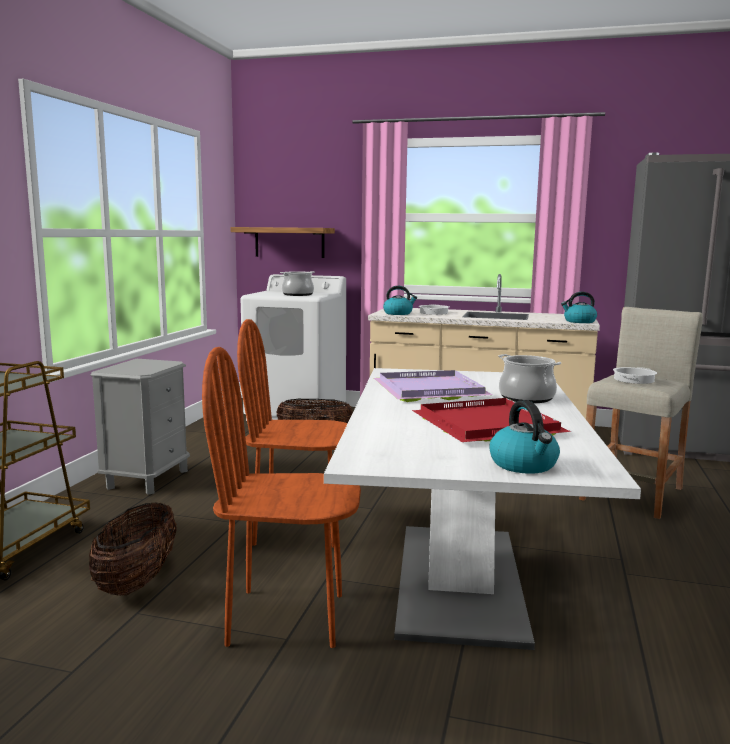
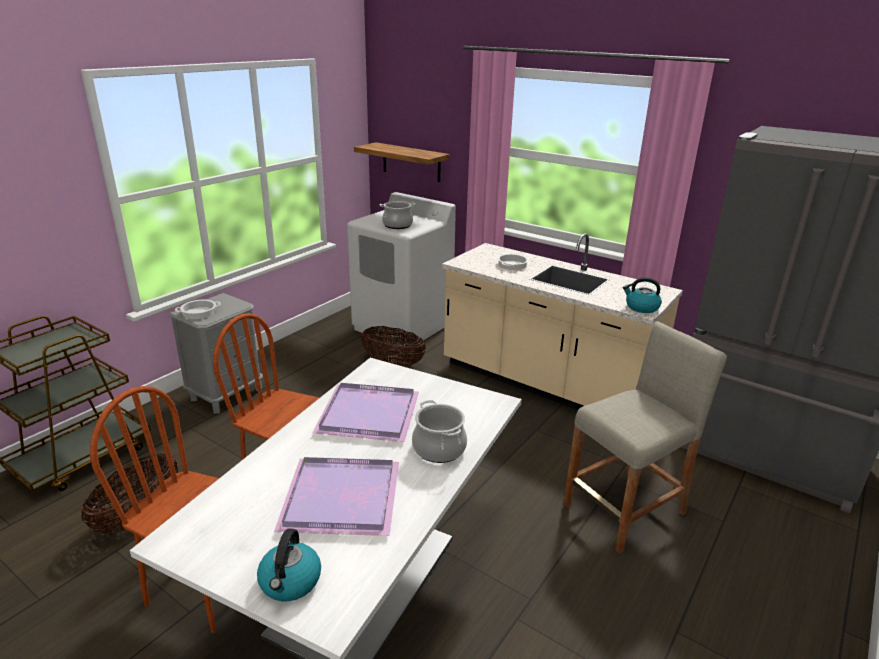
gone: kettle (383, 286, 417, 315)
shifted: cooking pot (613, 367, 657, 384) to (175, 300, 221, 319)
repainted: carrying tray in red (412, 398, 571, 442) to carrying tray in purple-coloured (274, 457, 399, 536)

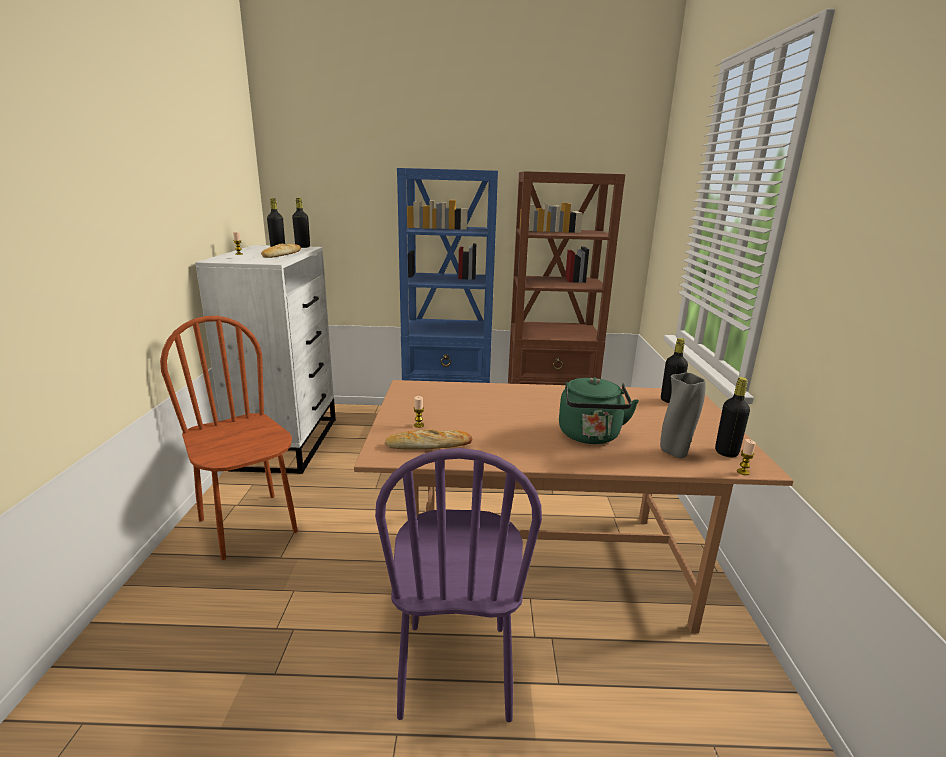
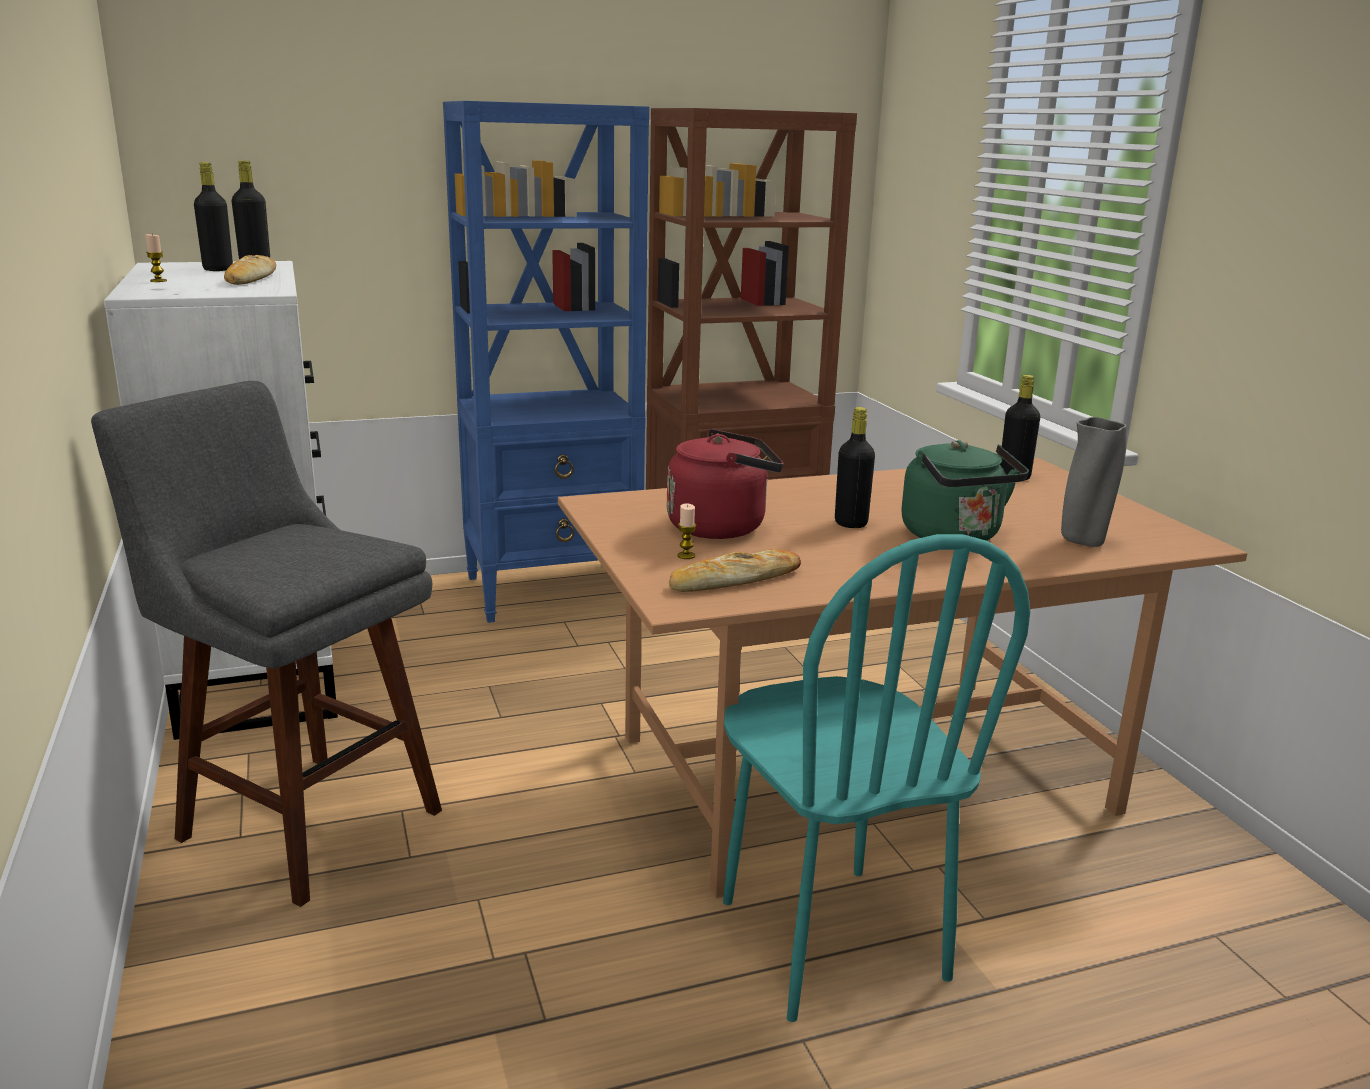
gone: candle (737, 439, 756, 475)
new: kettle in red (667, 429, 784, 539)
shifted: drink bottle in black (715, 377, 750, 457) to (835, 407, 875, 528)
swapped: plain chair in brown (160, 316, 298, 560) to stool in grey (91, 381, 442, 907)
repainted: plain chair in purple-coloured (375, 448, 542, 722) to plain chair in turquoise-coloured (723, 534, 1030, 1022)

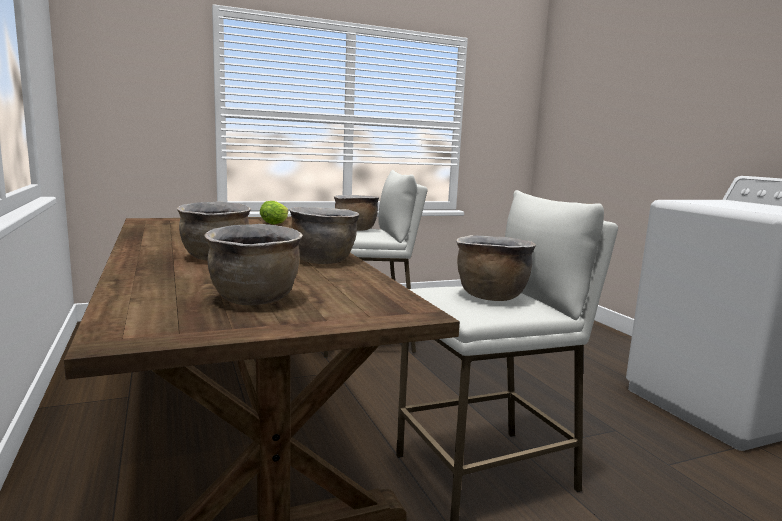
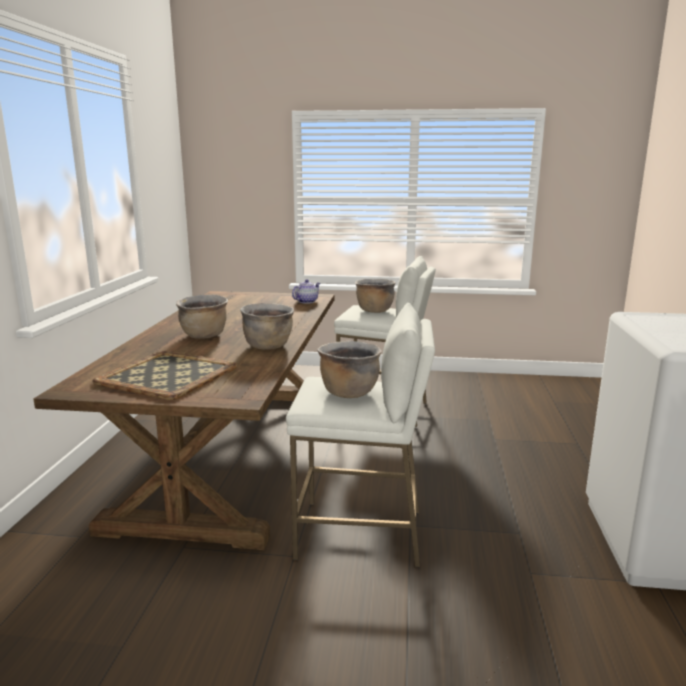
swapped: cooking pot in brown (205, 224, 303, 305) to carrying tray (92, 351, 237, 400); lettuce head (260, 201, 288, 225) to pot for tea (292, 280, 320, 304)

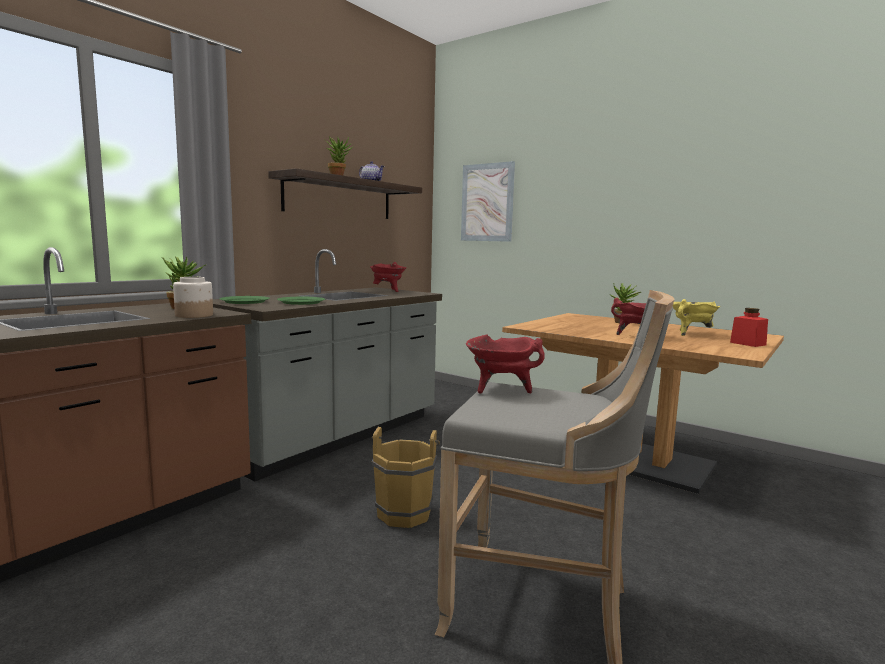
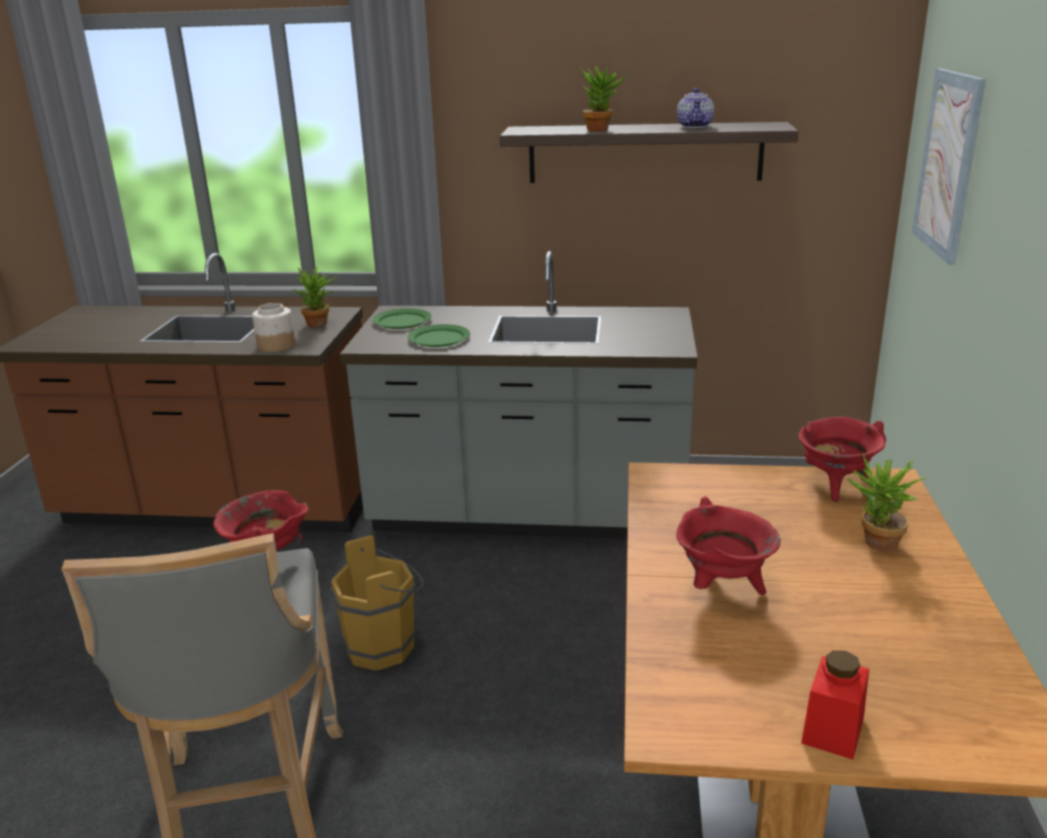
gone: cooking pot in yellow (673, 299, 720, 336)
shifted: cooking pot in red (370, 262, 406, 292) to (799, 417, 886, 502)

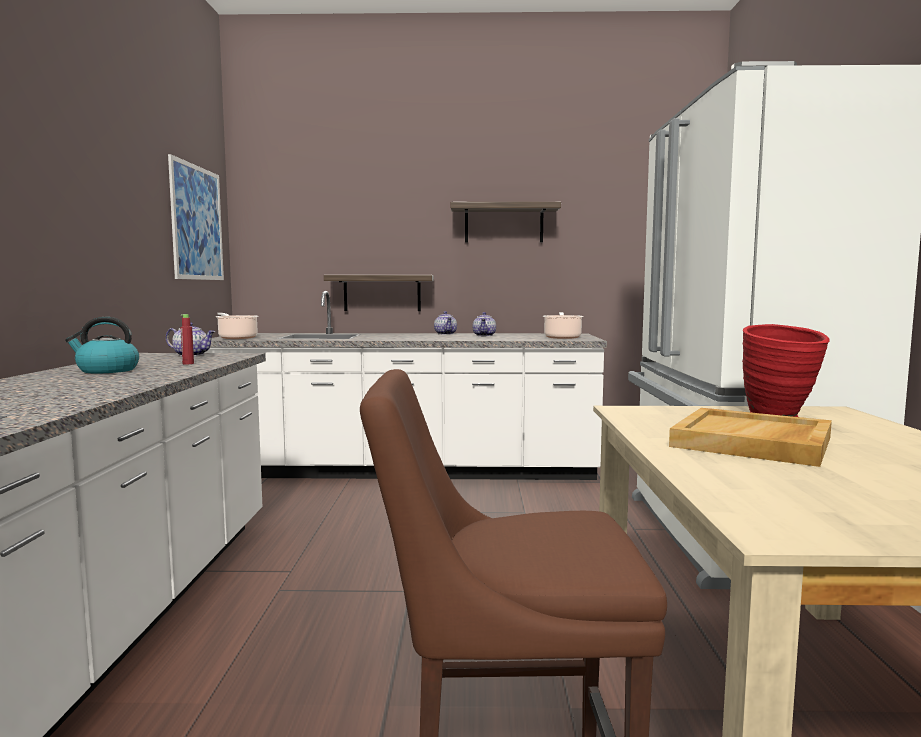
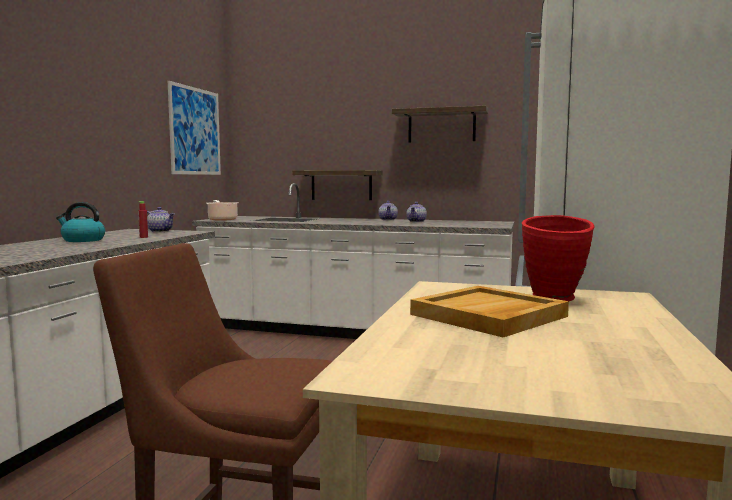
gone: cooking pot (543, 312, 584, 339)

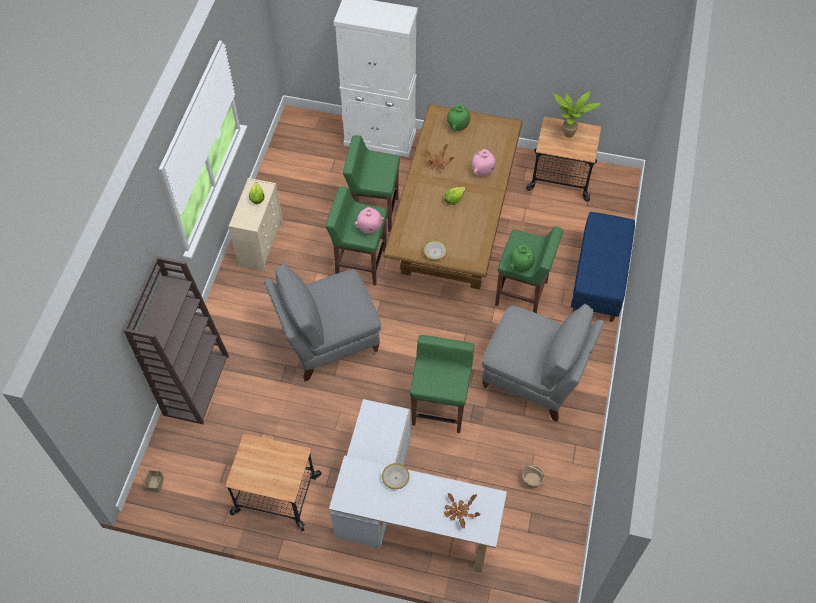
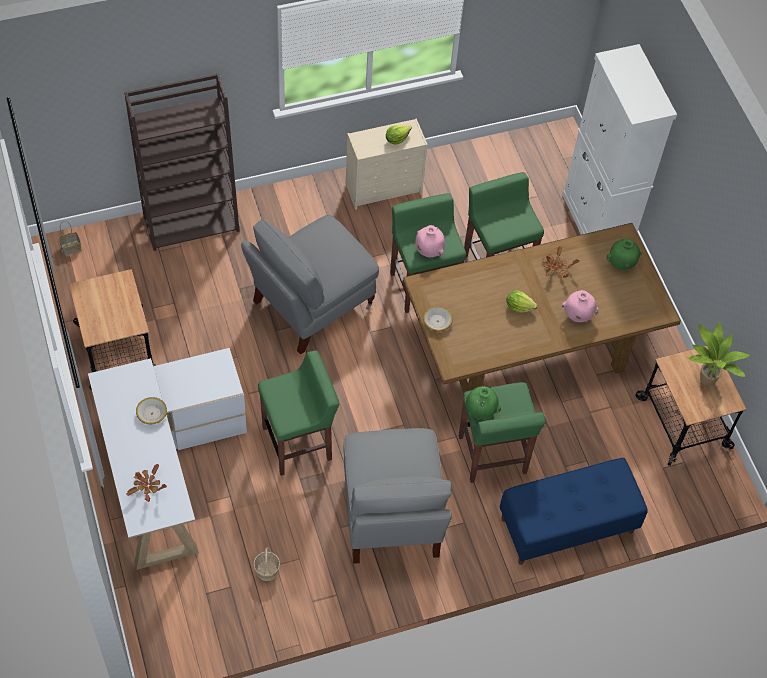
rotated: plain chair in grey (264, 263, 381, 381) = (241, 215, 379, 355) 75 degrees counterclockwise

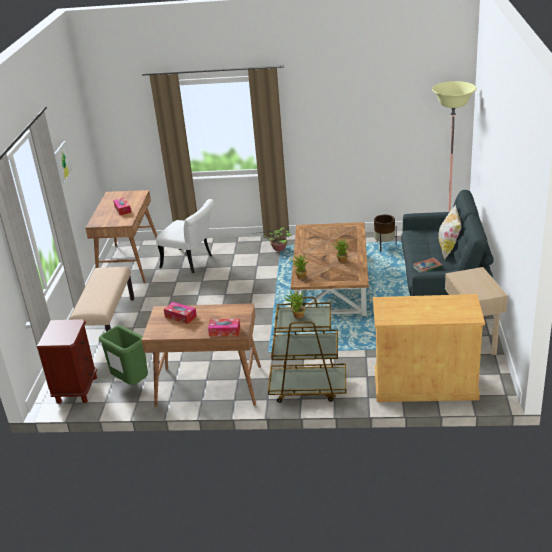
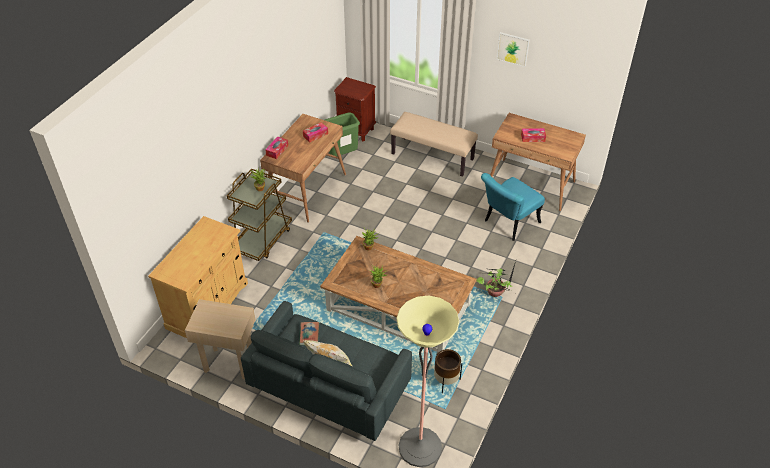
repainted: plain chair in white (156, 199, 214, 273) to plain chair in turquoise-coloured (481, 173, 545, 241)

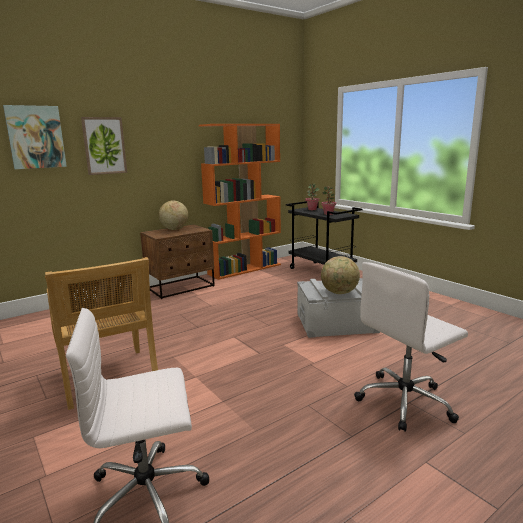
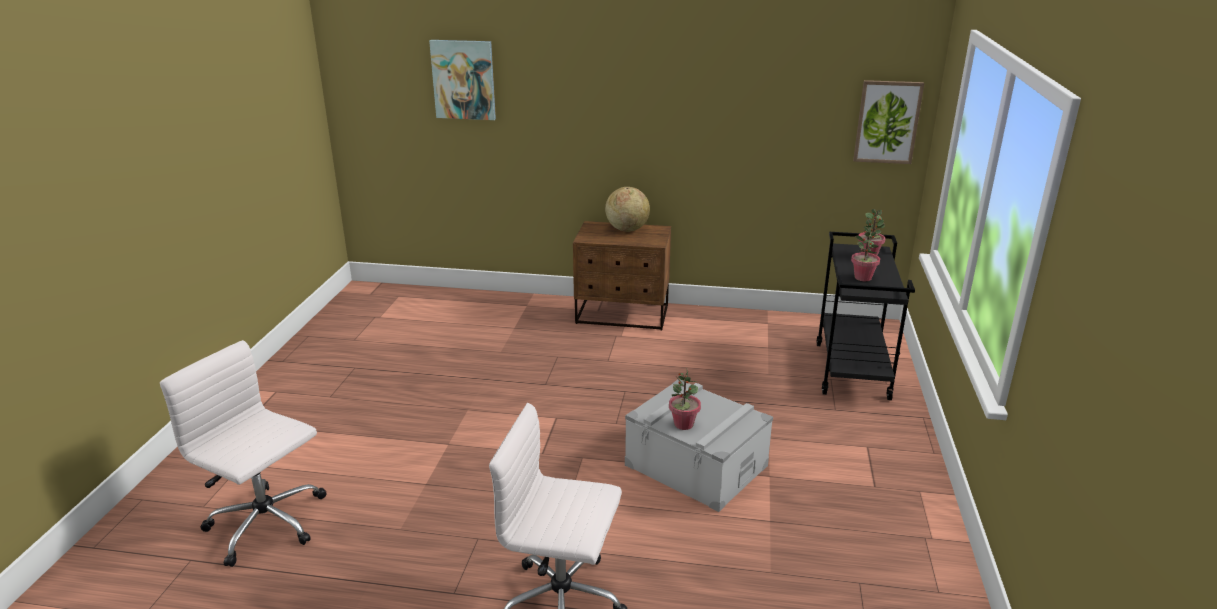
gone: plain chair in beige (45, 257, 158, 410); bookshelf in orange (199, 124, 281, 280)
shifted: picture (81, 117, 127, 175) to (853, 80, 924, 164)
swapped: desk globe (321, 256, 360, 294) to houseplant (669, 367, 701, 430)

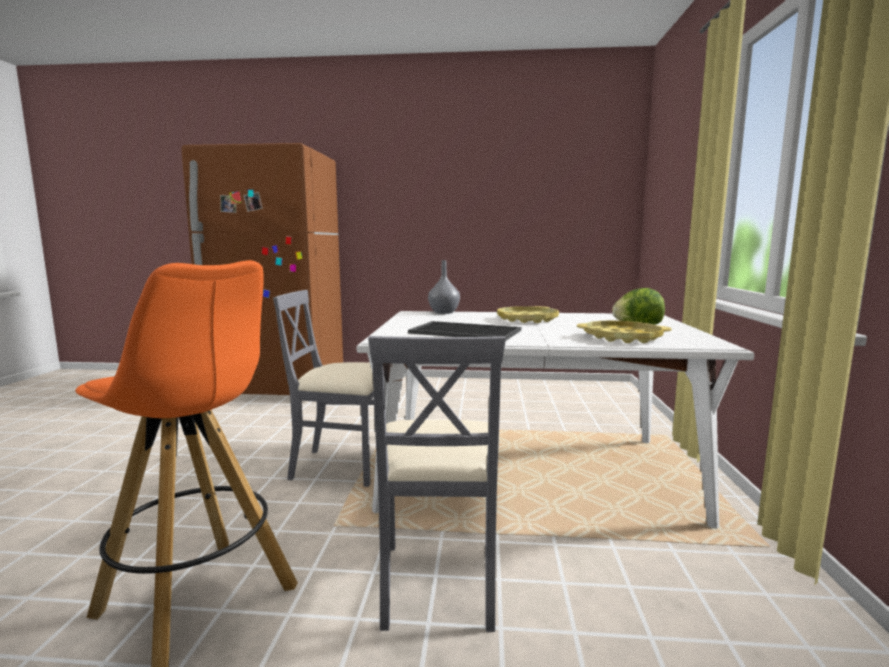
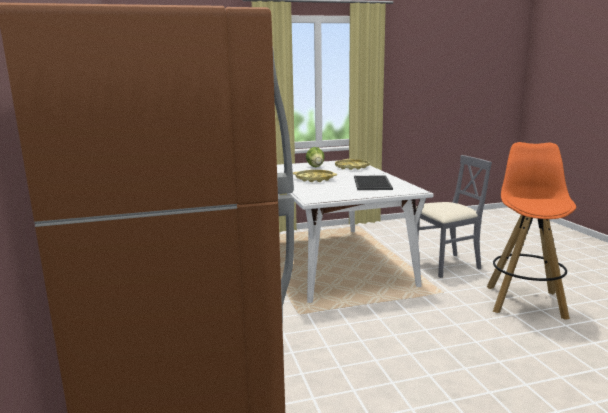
gone: plain chair in grey (273, 290, 374, 487); vase in grey (428, 260, 460, 314)

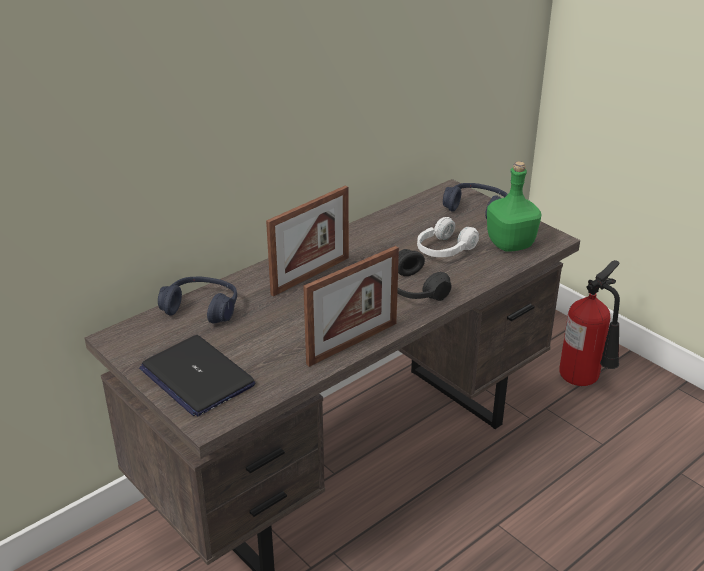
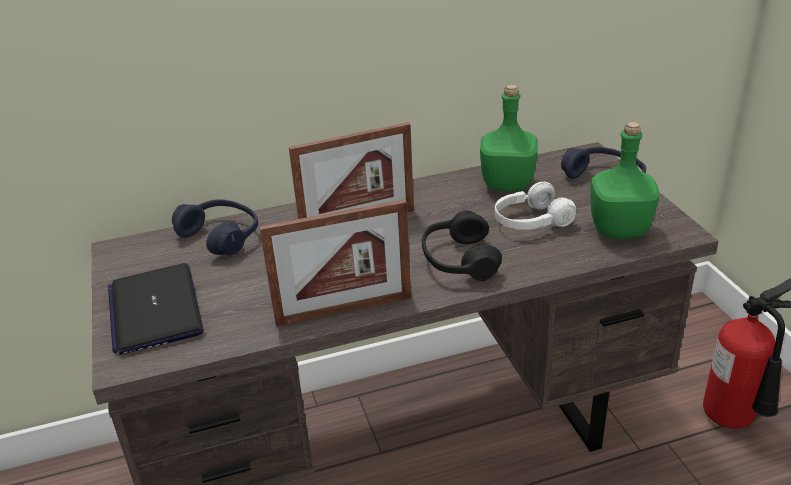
new: drink bottle in green-coloured (480, 84, 538, 192)

